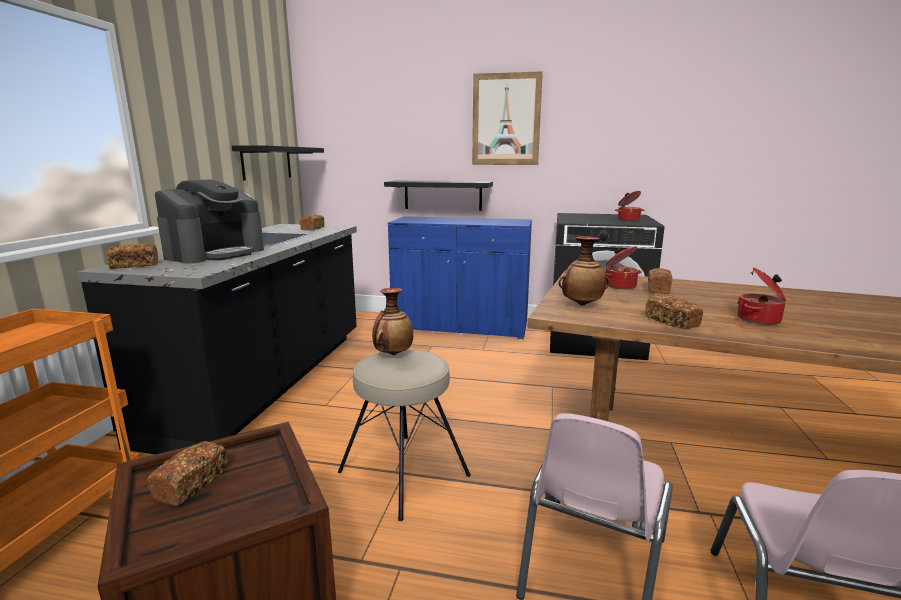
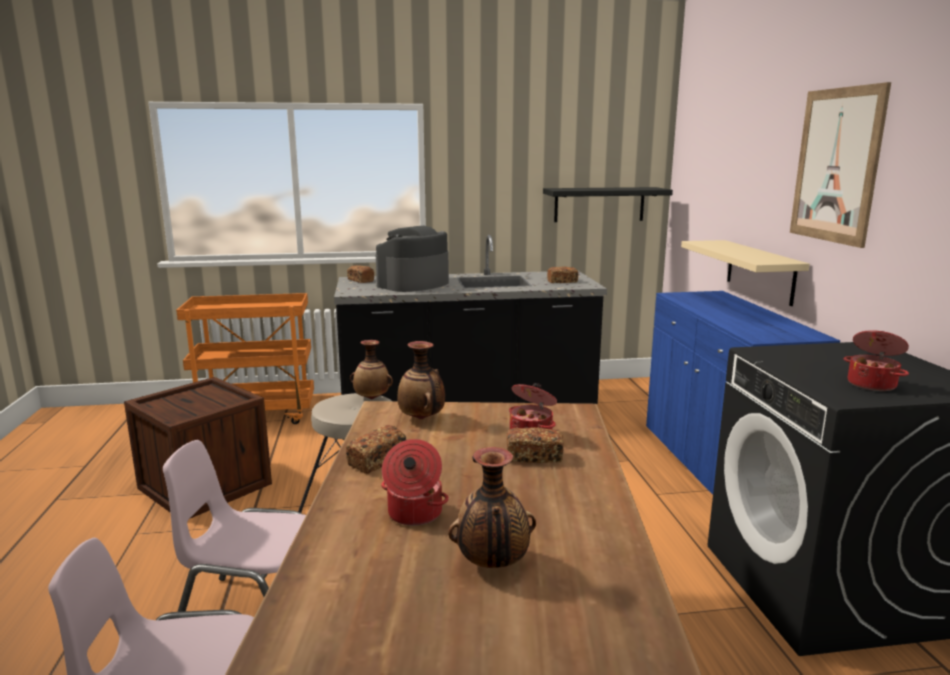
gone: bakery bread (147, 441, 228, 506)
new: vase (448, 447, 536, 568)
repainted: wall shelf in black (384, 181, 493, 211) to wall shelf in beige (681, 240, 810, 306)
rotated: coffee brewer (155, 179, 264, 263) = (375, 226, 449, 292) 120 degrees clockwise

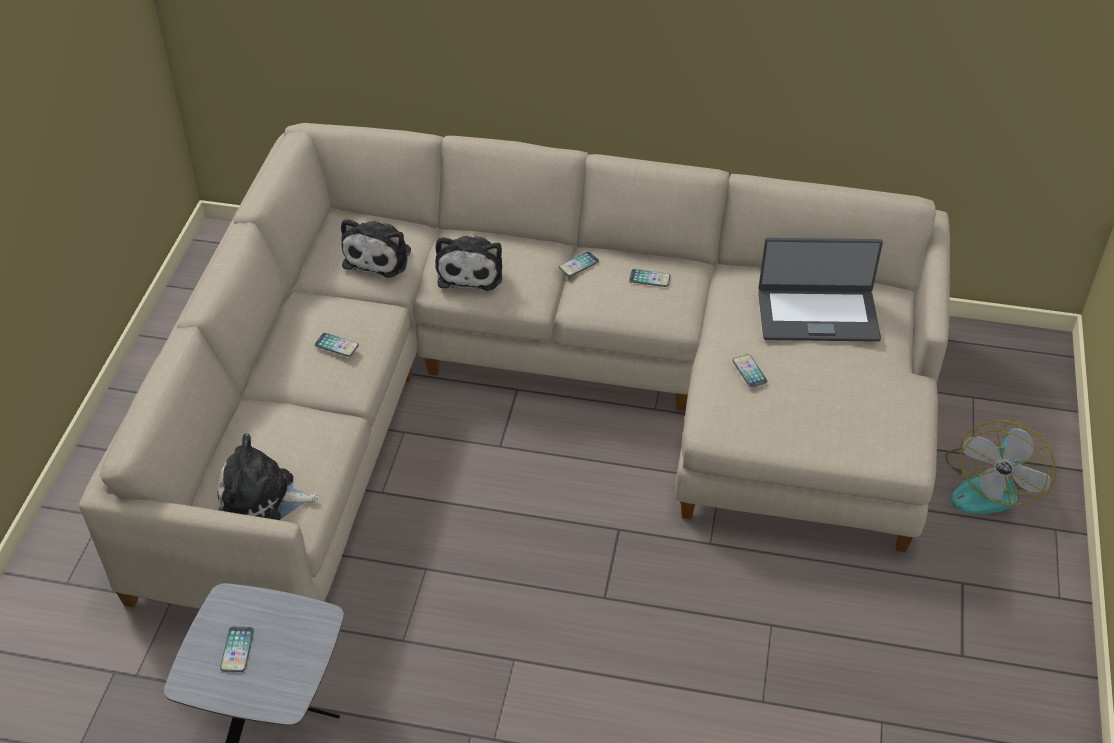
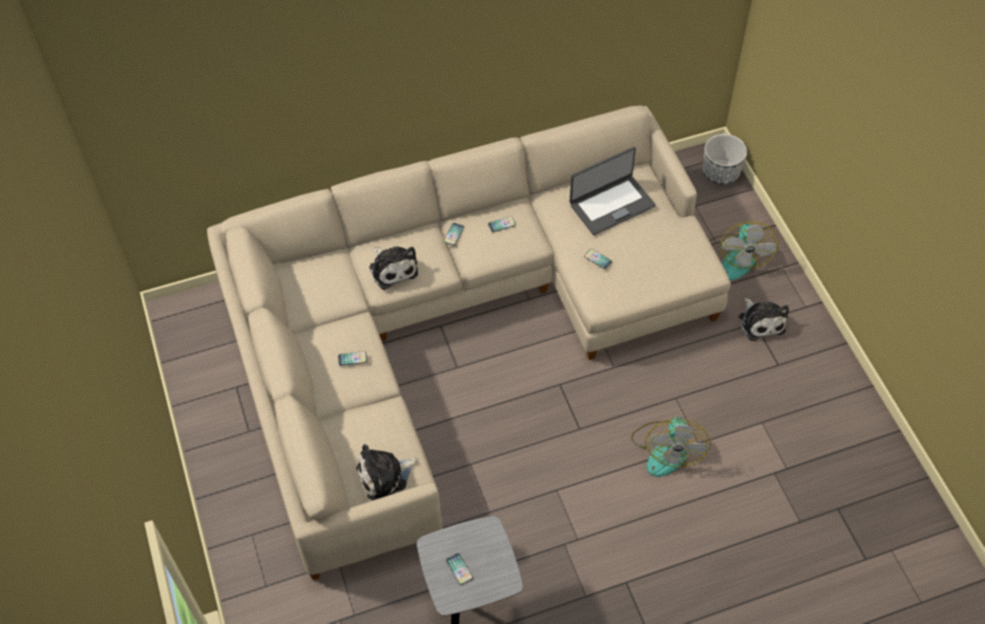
new: cooling fan (631, 417, 711, 477); flower pot (703, 134, 747, 185)
shifted: plush toy (341, 219, 411, 278) to (739, 298, 789, 341)

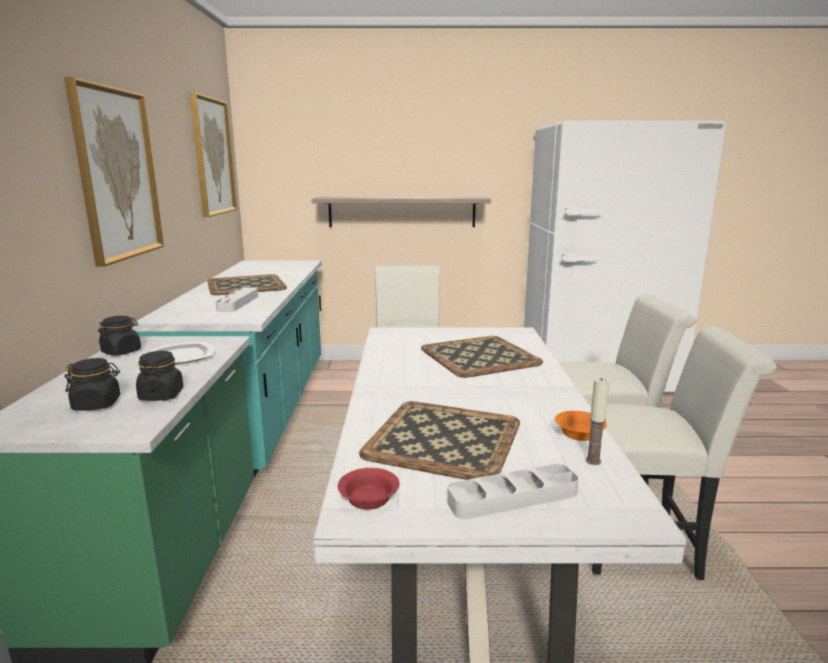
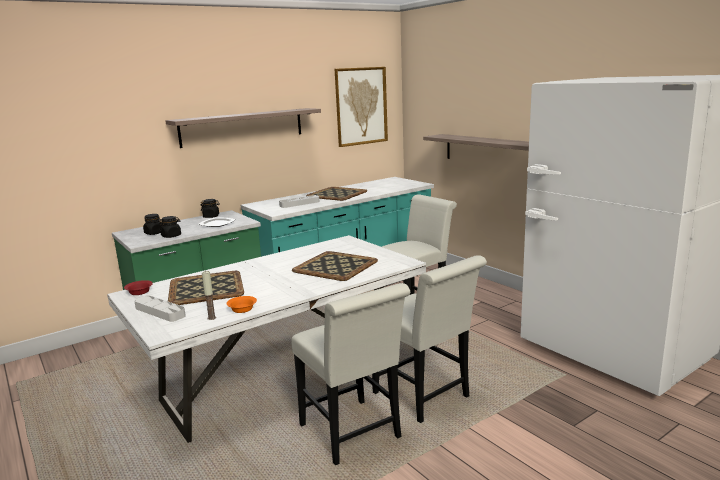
swapped: picture (64, 77, 164, 267) to wall shelf (165, 108, 321, 148)

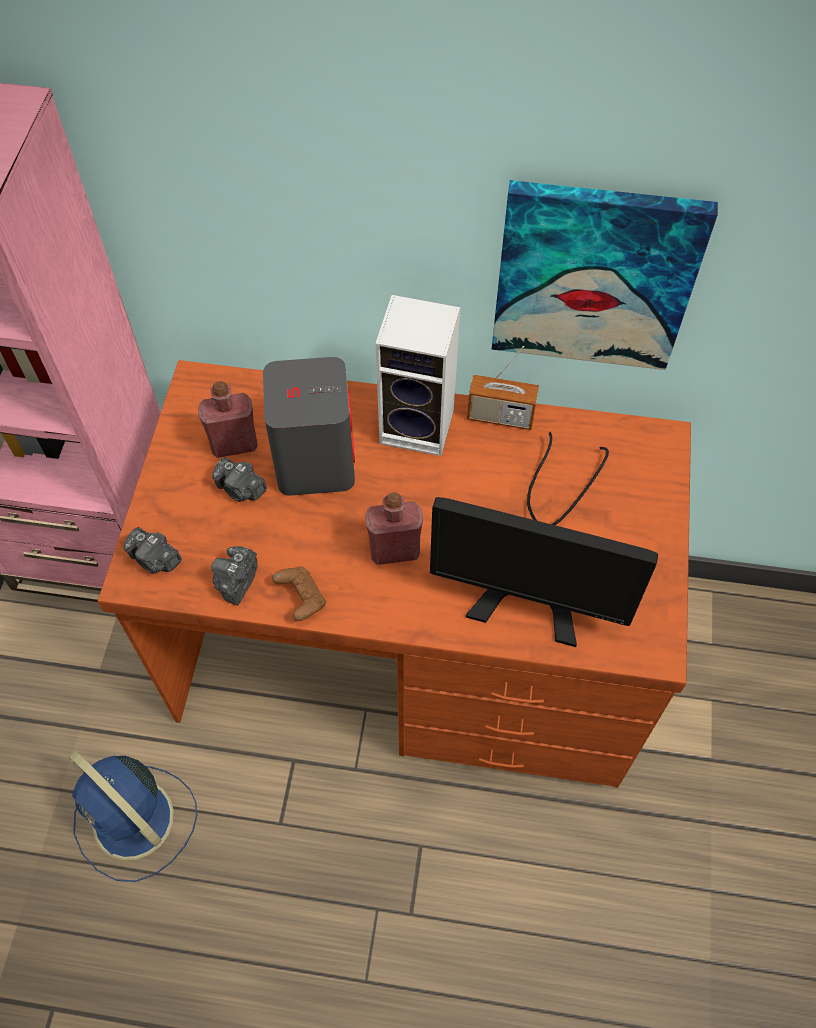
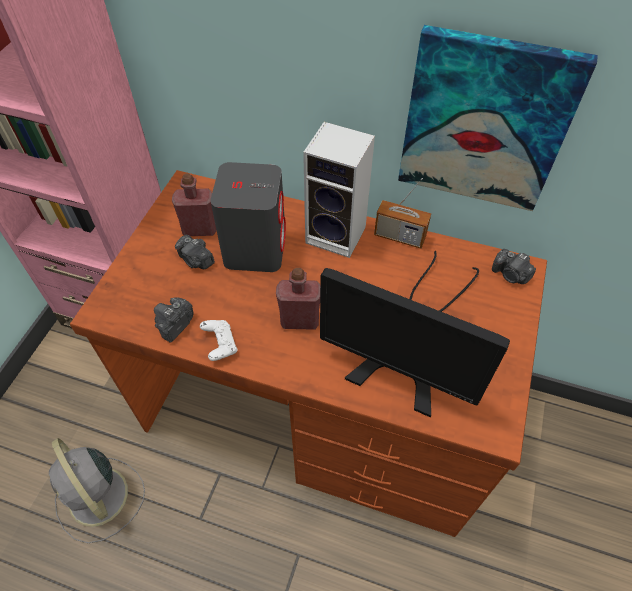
shifted: still camera (124, 527, 182, 574) to (492, 249, 536, 284)
repainted: cooling fan in blue (68, 750, 197, 882) to cooling fan in grey (49, 438, 145, 543); joypad in brown (272, 566, 326, 621) to joypad in white (200, 320, 237, 361)

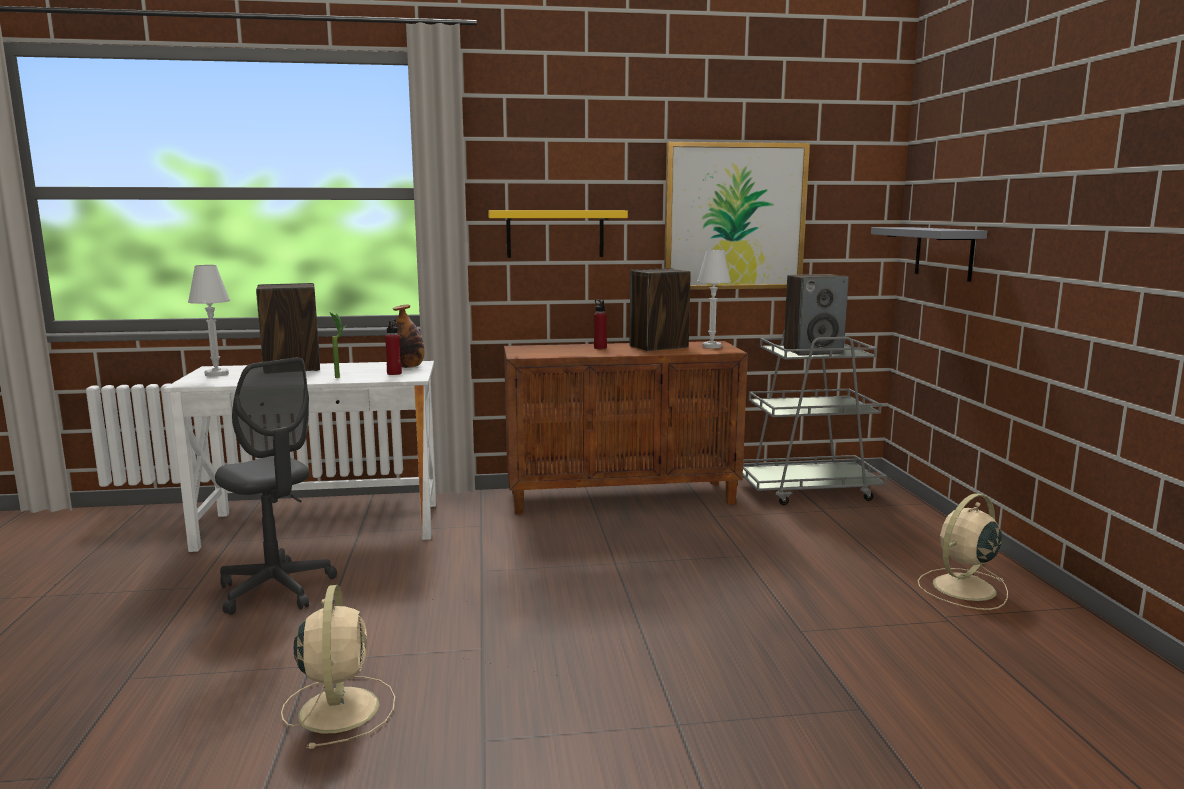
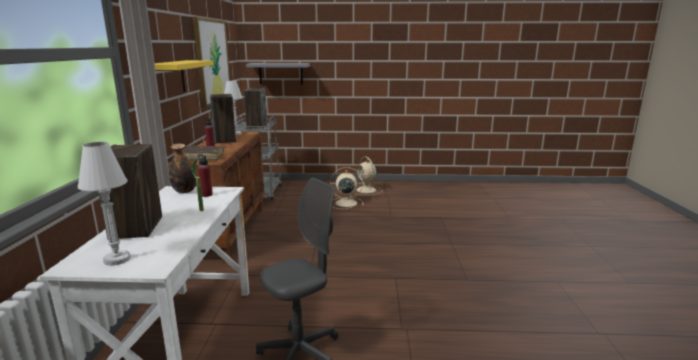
new: volume in brown (182, 146, 224, 160)
shifted: cooling fan in beige (281, 585, 395, 749) to (330, 167, 364, 209)

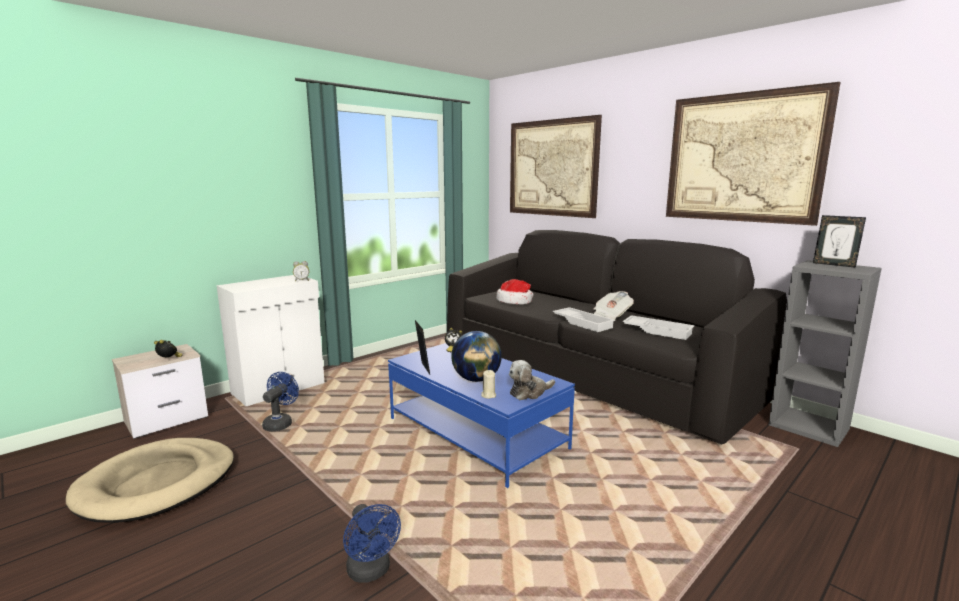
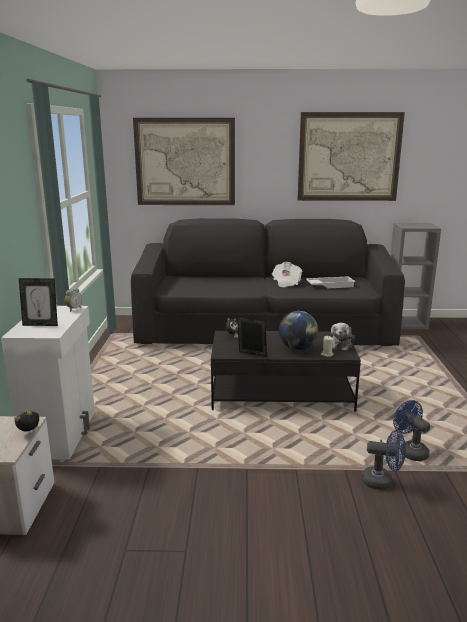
gone: dog bed in beige (66, 438, 234, 523); clothing hat (496, 279, 533, 304); carrying tray in white (553, 307, 615, 332)
shifted: cooling fan in blue (262, 372, 299, 431) to (393, 400, 430, 461); standing frame (813, 215, 866, 268) to (19, 278, 58, 326)
repainted: low table in blue (388, 343, 575, 488) to low table in black (211, 331, 361, 412)

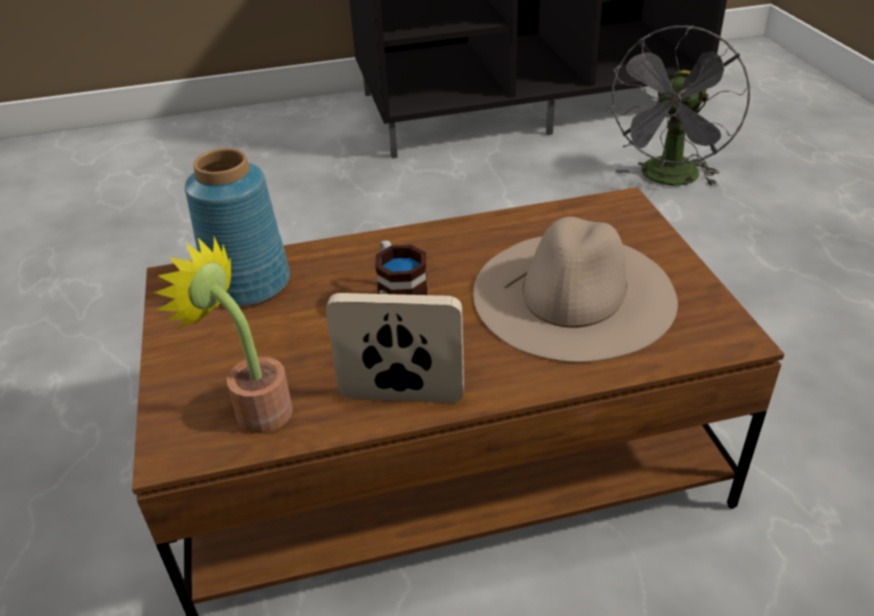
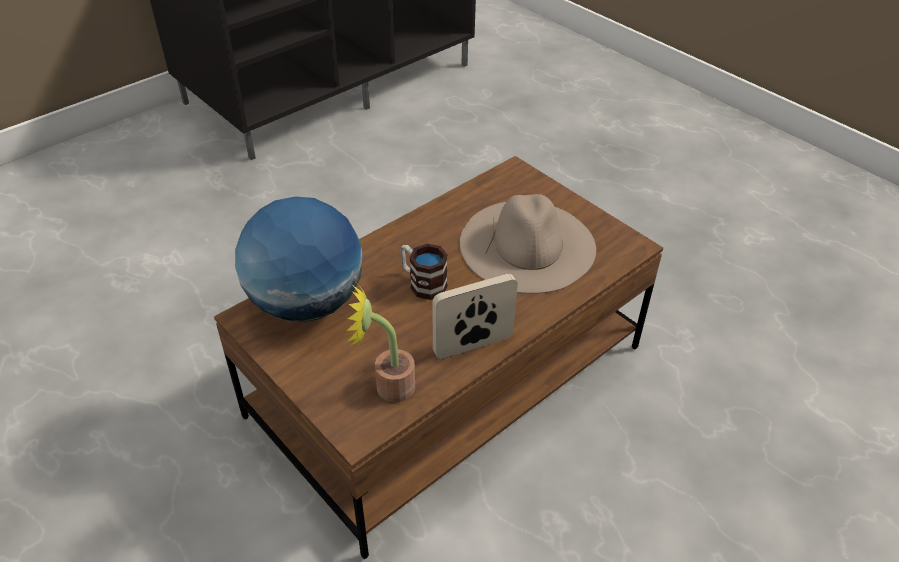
gone: cooling fan in grey (606, 25, 751, 187)
swapped: vase in blue (185, 148, 290, 306) to desk globe (235, 197, 363, 322)

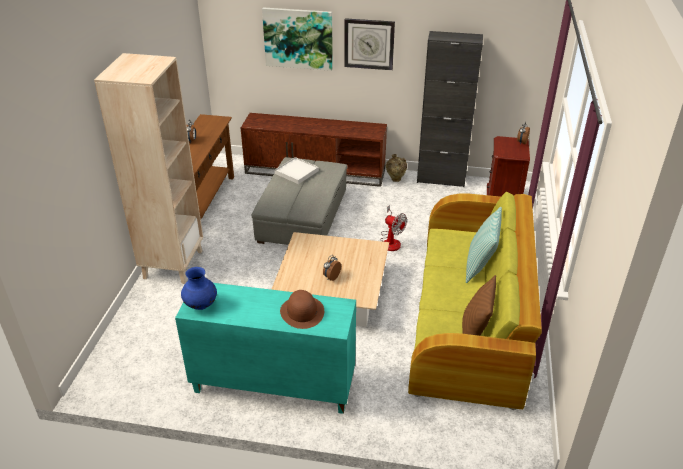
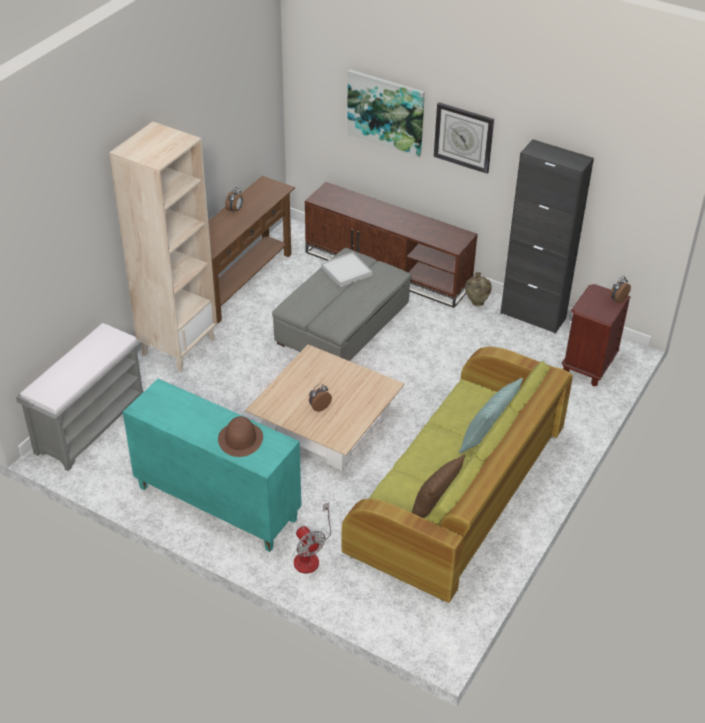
gone: vase in blue (181, 267, 217, 310)
new: long seat in grey (16, 323, 143, 471)
shifted: cooling fan (380, 205, 407, 251) to (294, 503, 331, 573)

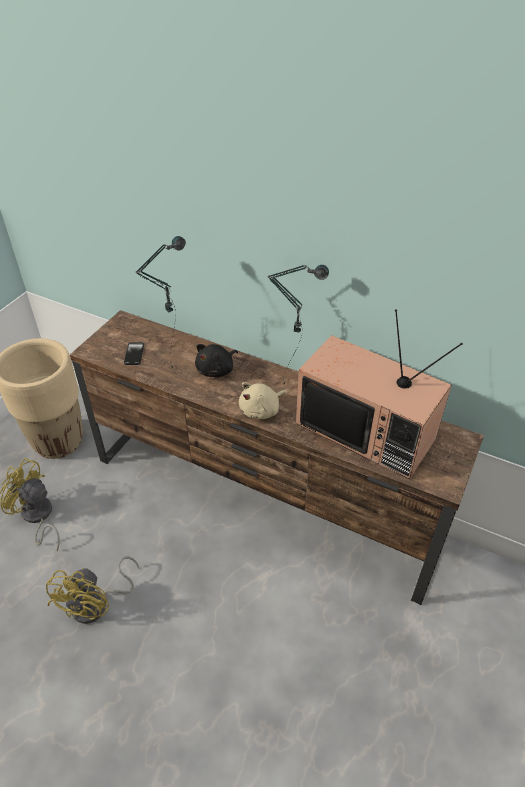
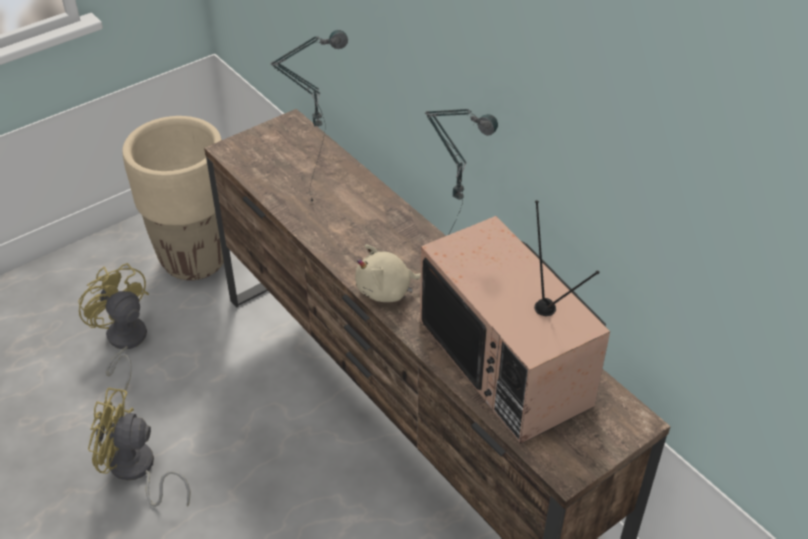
gone: telephone (124, 342, 144, 365); plush toy in black (195, 344, 238, 377)
rotated: cooling fan in yellow (46, 556, 139, 624) = (88, 388, 190, 507) 60 degrees clockwise

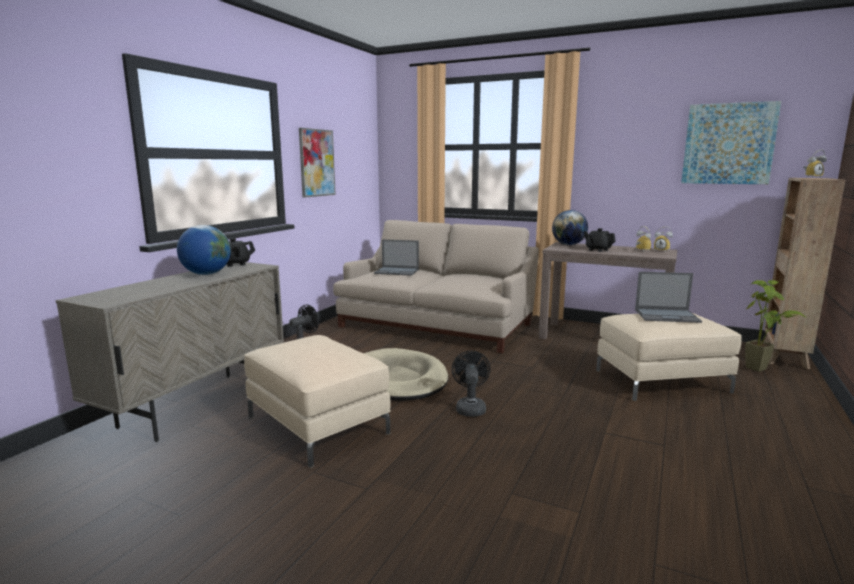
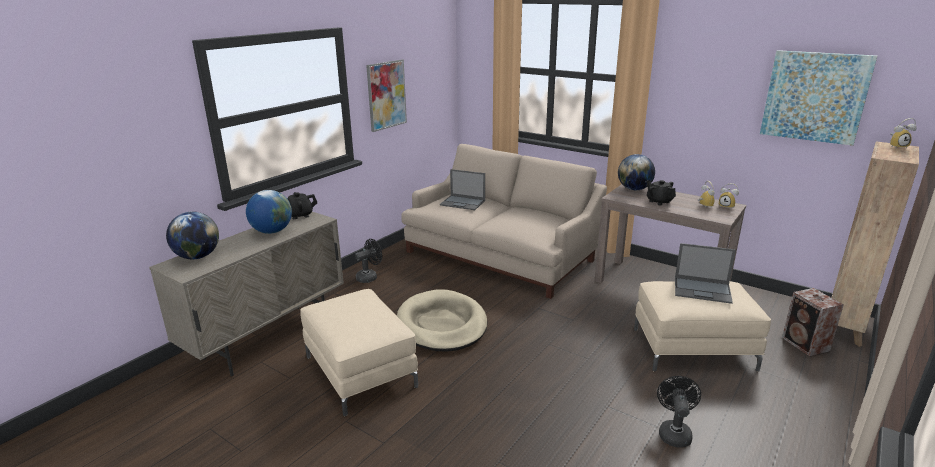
new: desk globe (166, 211, 219, 259)
shifted: cooling fan in black (452, 350, 491, 417) to (657, 376, 701, 448)
swapped: houseplant (745, 280, 807, 372) to speaker (782, 288, 844, 356)

